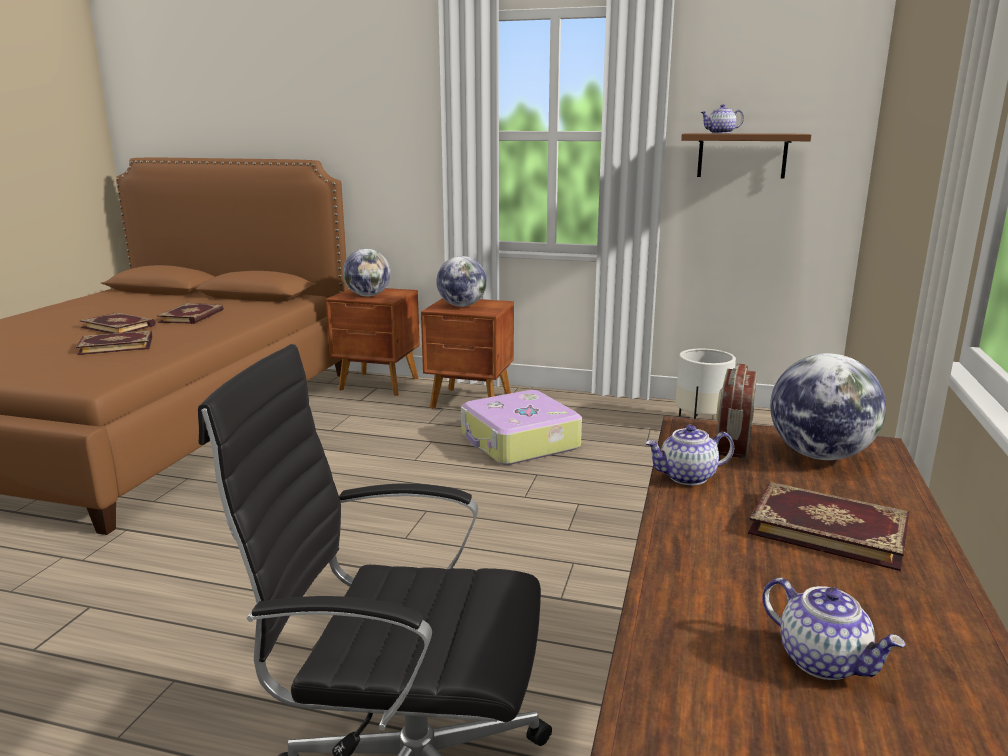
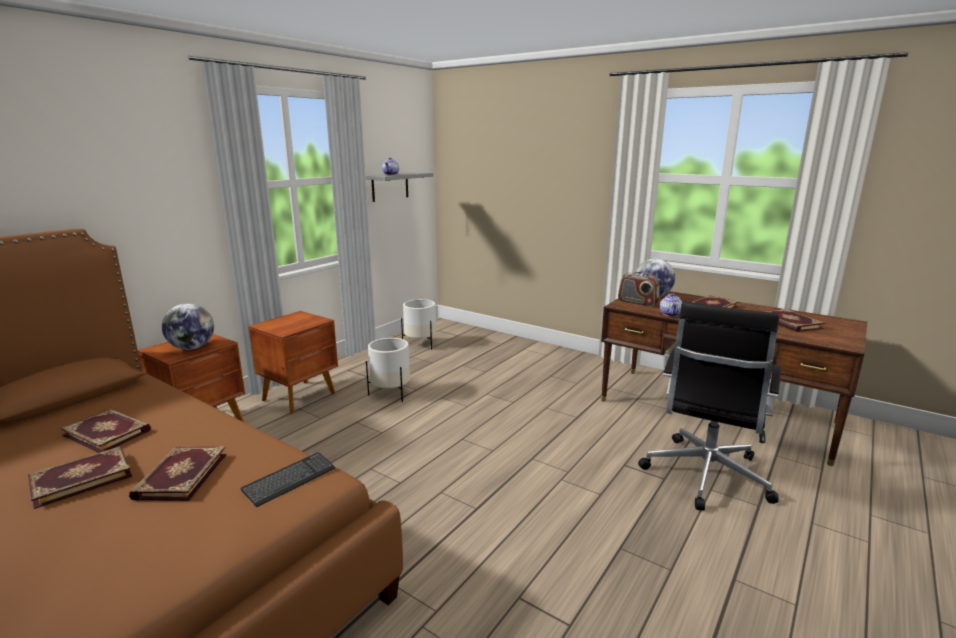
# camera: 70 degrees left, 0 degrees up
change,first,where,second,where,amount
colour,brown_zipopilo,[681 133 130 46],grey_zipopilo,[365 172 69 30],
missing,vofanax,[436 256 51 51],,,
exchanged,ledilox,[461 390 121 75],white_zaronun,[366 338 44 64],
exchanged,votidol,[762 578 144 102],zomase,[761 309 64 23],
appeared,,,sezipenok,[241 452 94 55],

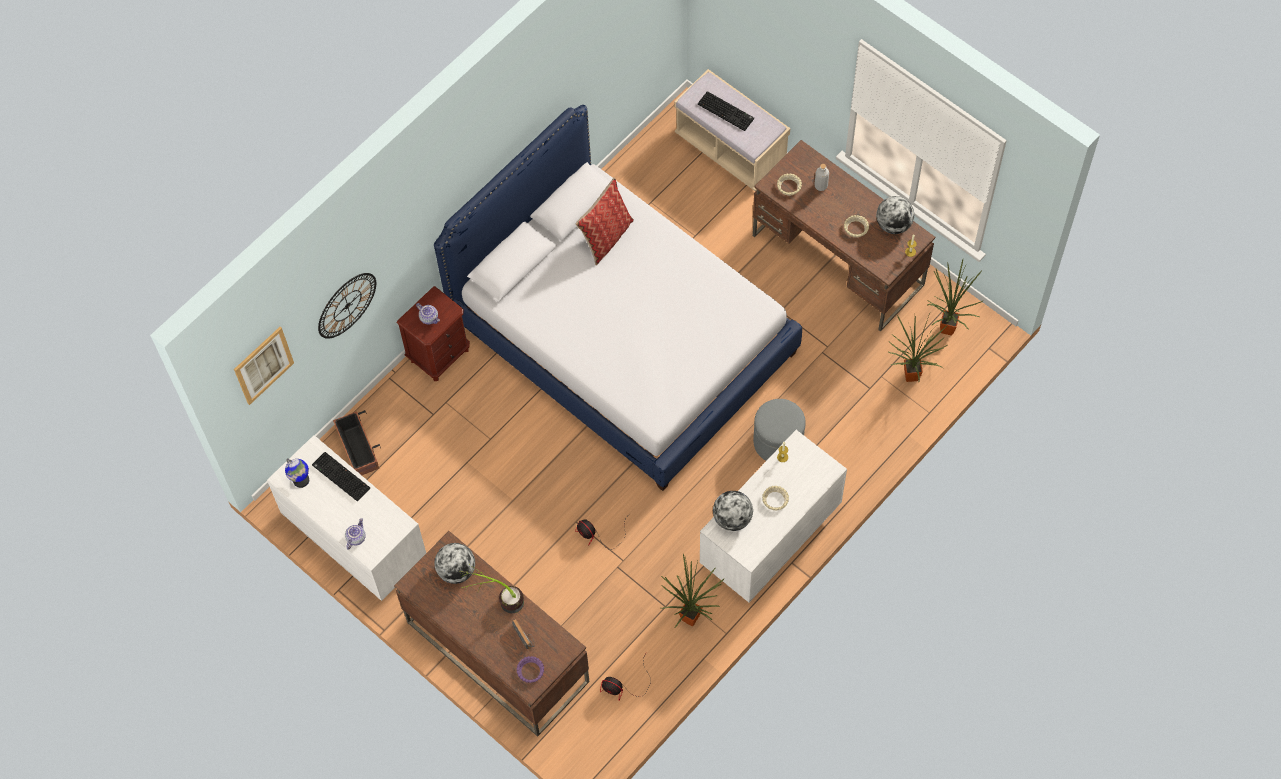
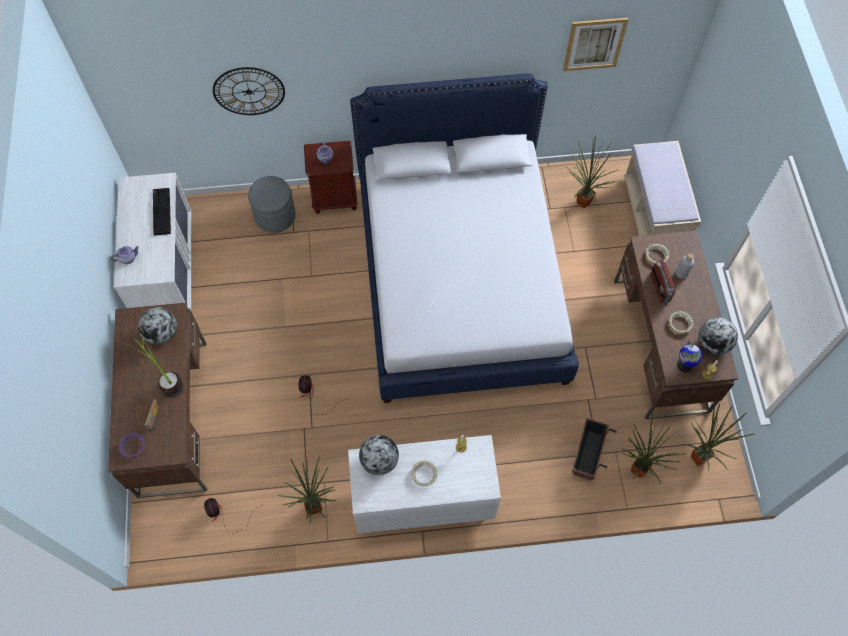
# camera: 40 degrees right, 0 degrees up
change,first,where,second,where,amount
missing,sezipenok,[698 91 56 40],,,
missing,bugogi,[575 177 59 88],,,
relocated,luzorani,[234 327 60 78],,[563 18 66 53],
relocated,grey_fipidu,[753 399 53 62],,[248 176 48 57],
relocated,zaronun,[333 410 48 65],,[572 418 44 63],
relocated,vofanax,[285 459 24 29],,[677 341 25 31],
appeared,,,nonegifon,[567 134 51 75],
appeared,,,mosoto,[650 260 25 43],

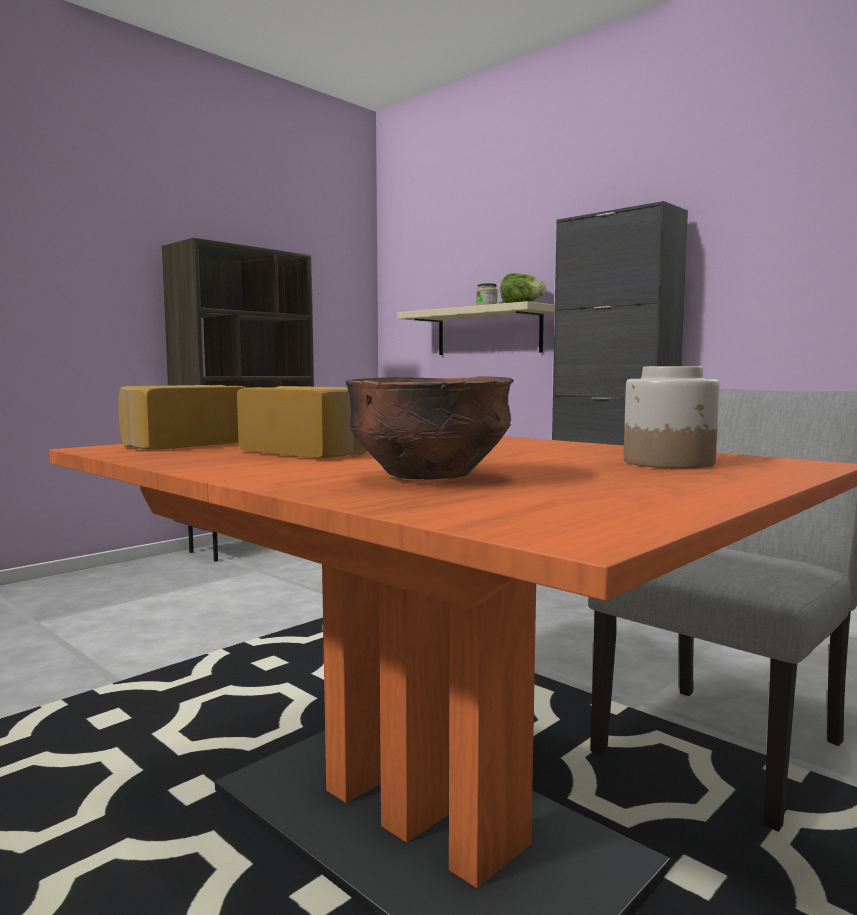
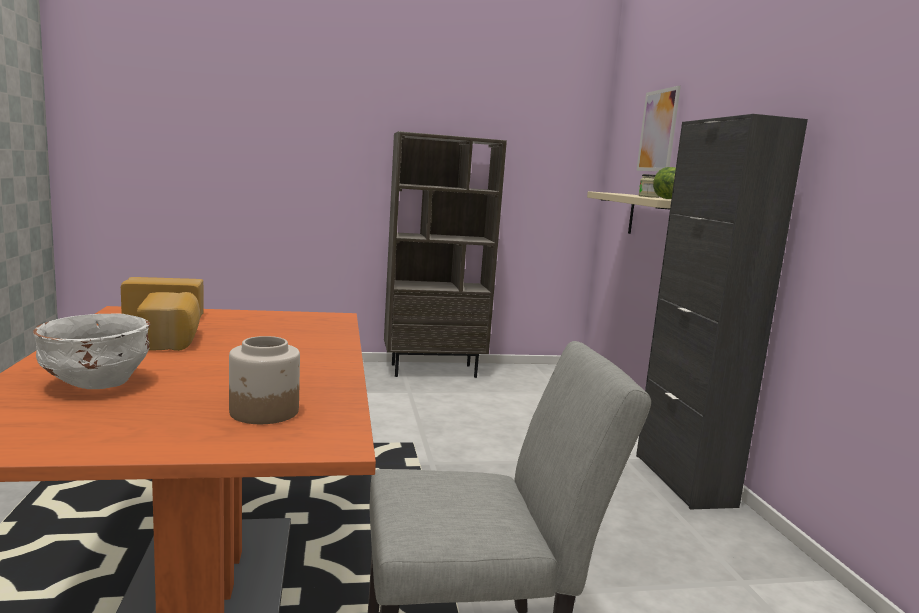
# camera: 35 degrees right, 5 degrees up
change,first,where,second,where,amount
colour,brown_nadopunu,[346 376 168 103],white_nadopunu,[33 314 117 75],
appeared,,,luzorani,[636 86 45 85],

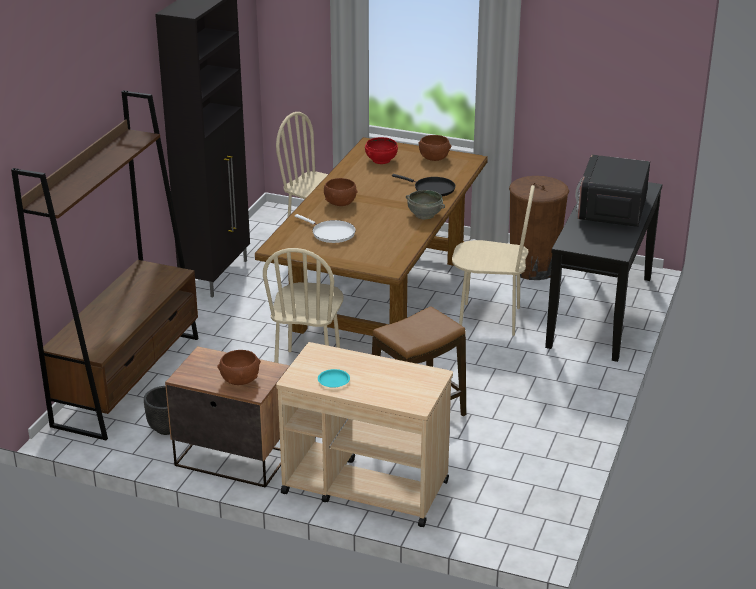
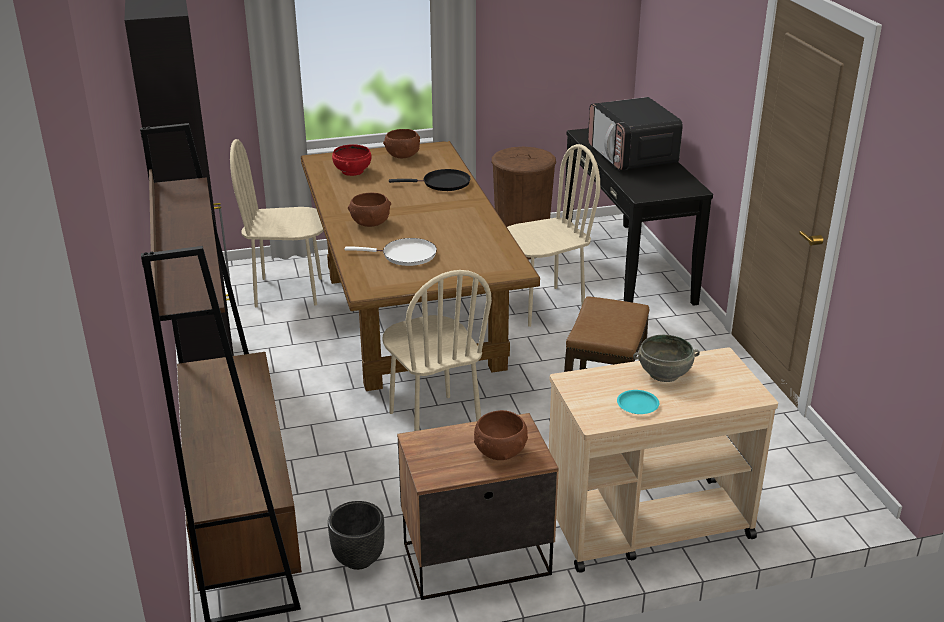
# camera: 35 degrees left, 0 degrees up
change,first,where,second,where,amount
relocated,grey_nadopunu,[406 190 39 29],,[633 335 67 47],

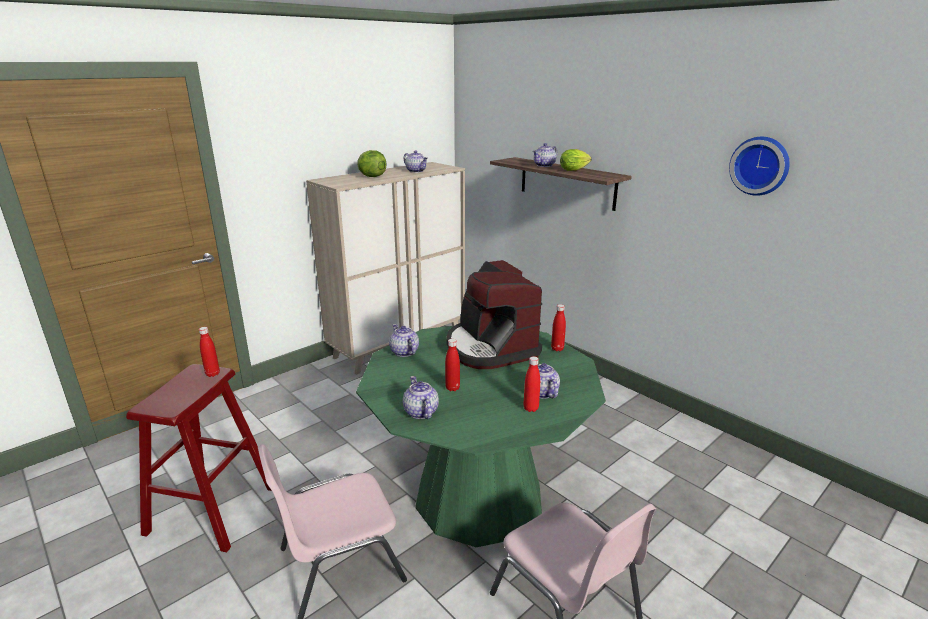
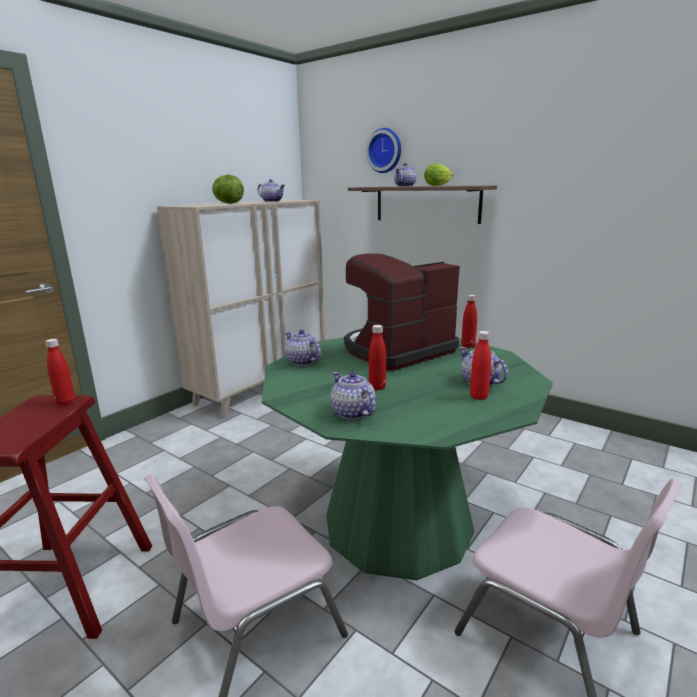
# camera: 10 degrees left, 5 degrees down
change,first,where,second,where,amount
relocated,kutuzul,[729 137 61 59],,[366 128 35 45],
spun,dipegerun,[447 260 95 109],,[344 254 116 116],90 degrees clockwise

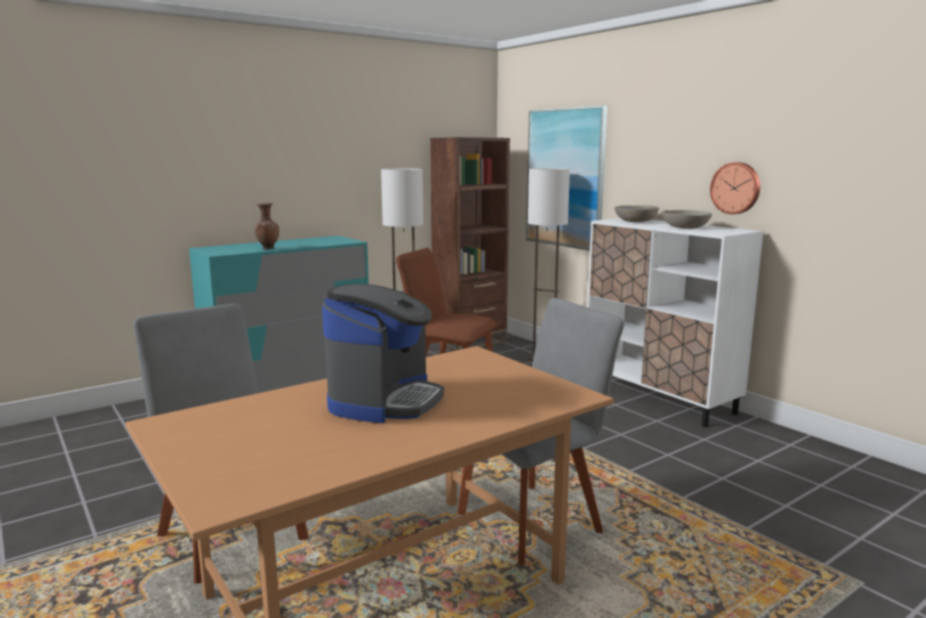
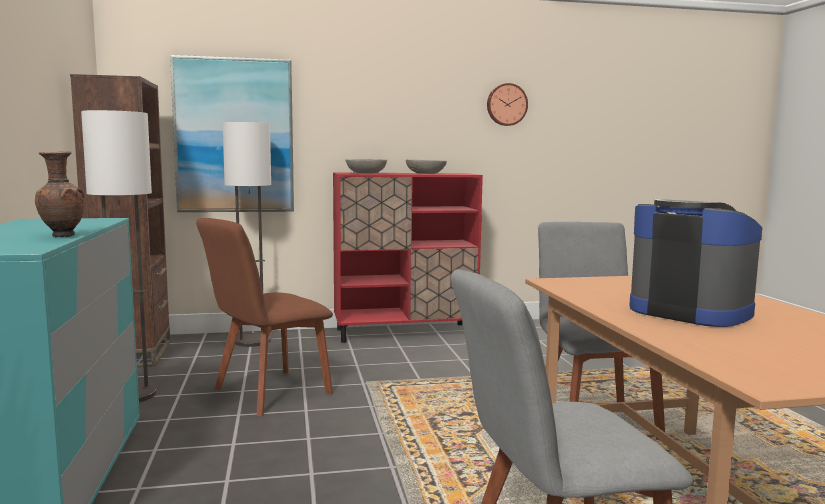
# camera: 65 degrees left, 5 degrees down
change,first,where,second,where,amount
relocated,kutuzul,[710 162 50 52],,[487 83 41 43],
colour,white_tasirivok,[587 218 176 209],red_tasirivok,[333 173 150 170],

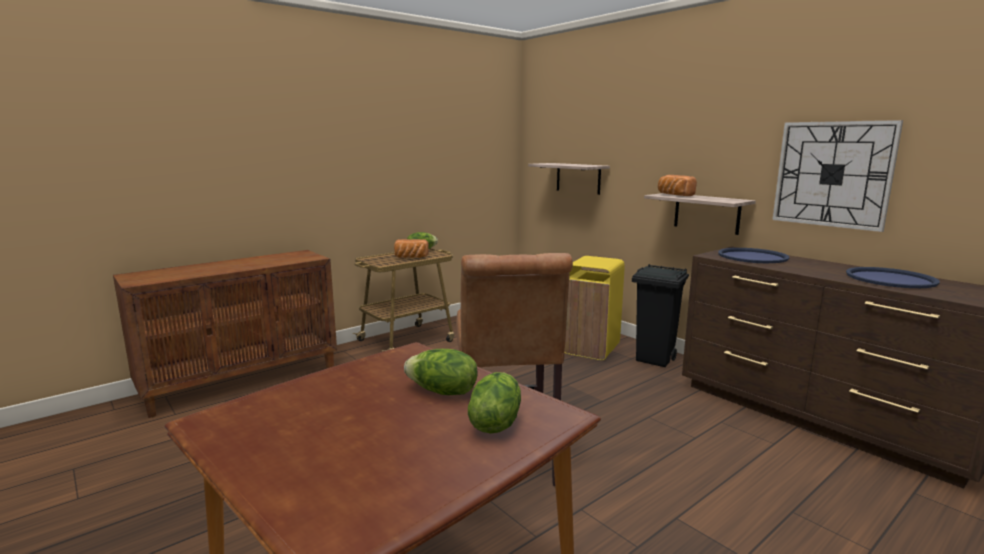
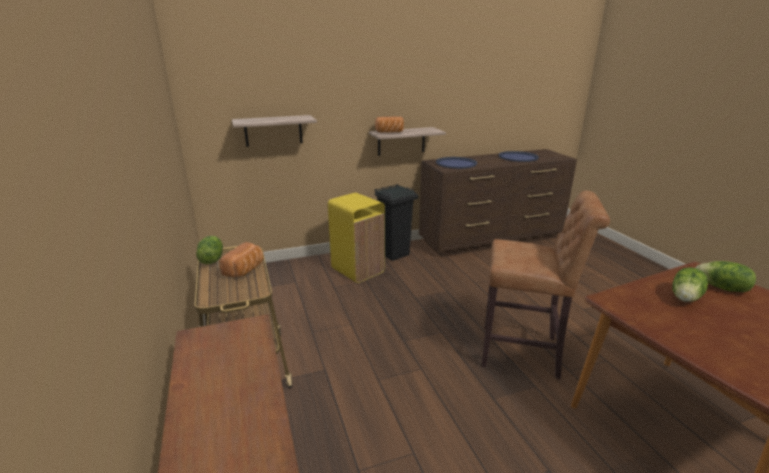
# camera: 70 degrees left, 10 degrees up
change,first,where,second,where,amount
missing,kutuzul,[772 120 131 112],,,

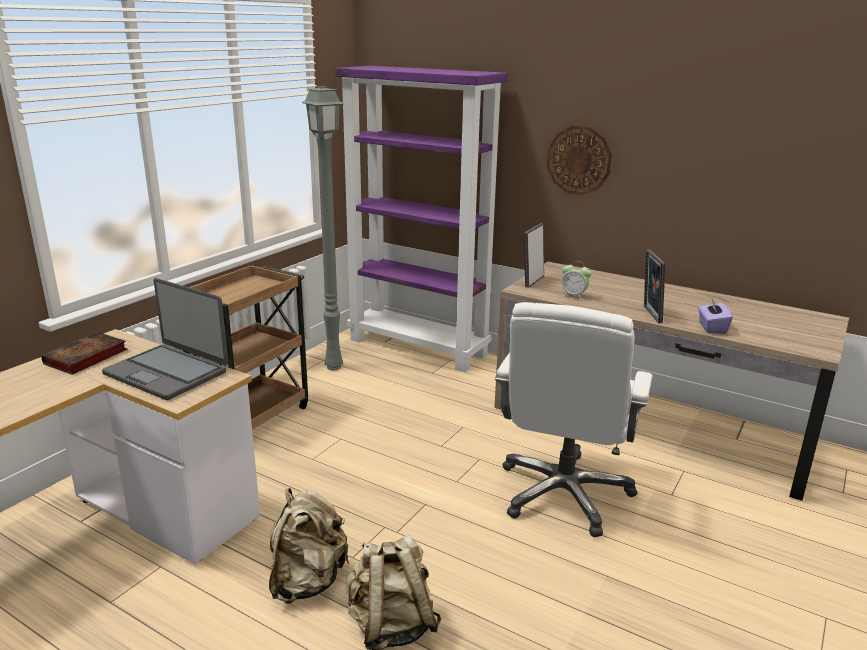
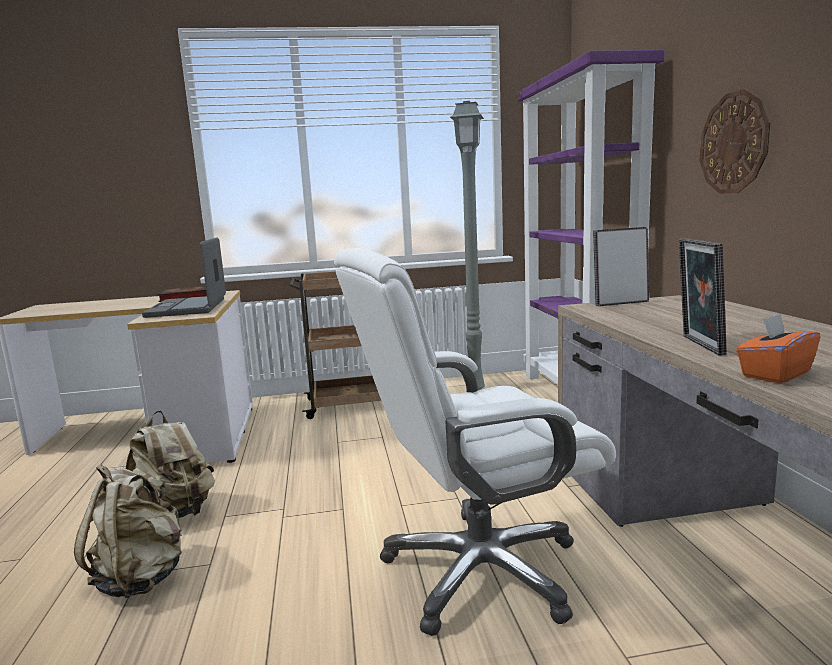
# camera: 50 degrees right, 10 degrees down
change,first,where,second,where,amount
spun,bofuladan,[644 249 21 74],,[679 238 48 117],45 degrees counterclockwise
missing,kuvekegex,[561 261 31 40],,,
colour,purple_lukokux,[698 299 35 35],orange_lukokux,[736 313 85 71],

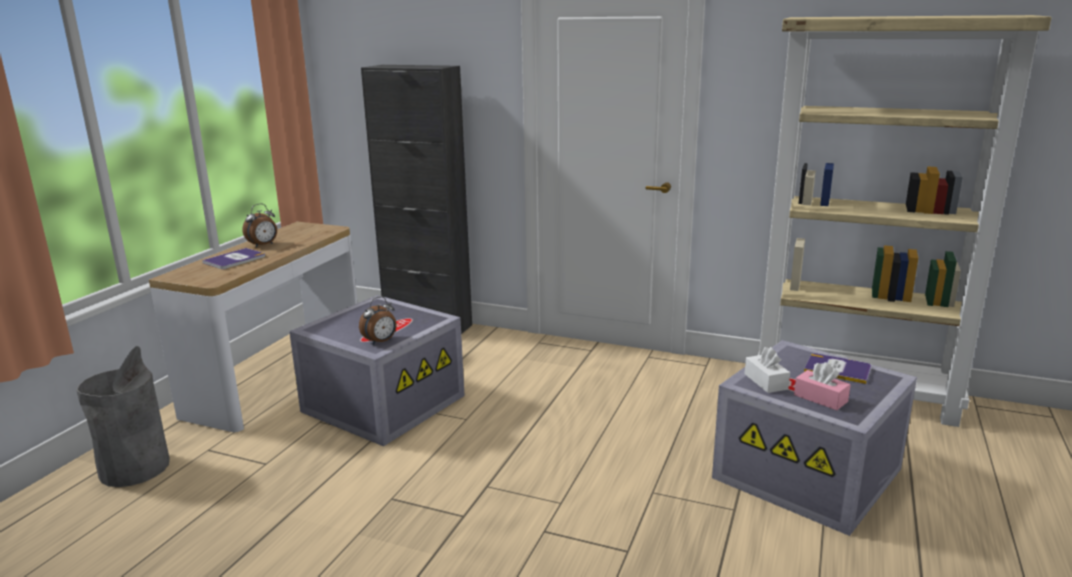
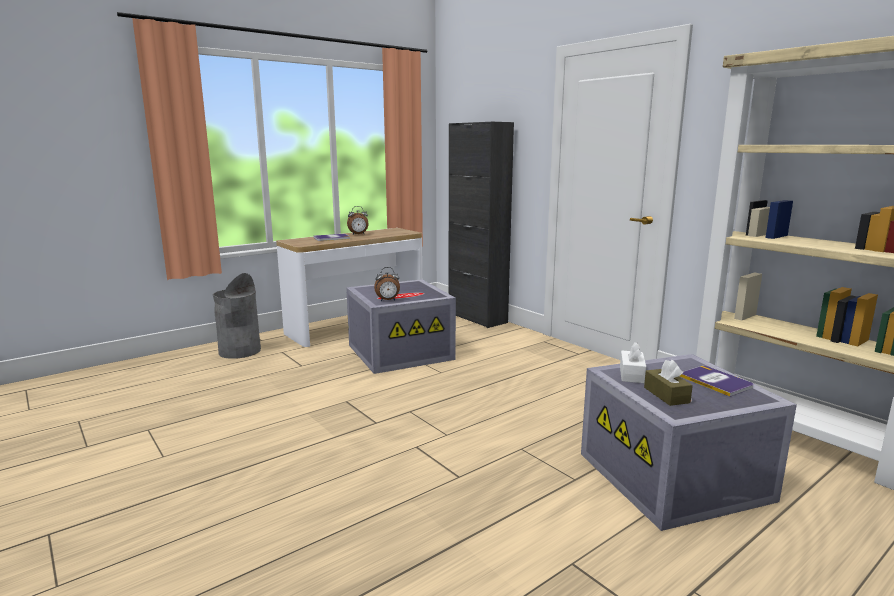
# camera: 30 degrees right, 5 degrees down
change,first,where,second,where,amount
colour,pink_lukokux,[794 362 57 48],brown_lukokux,[644 360 49 46],

